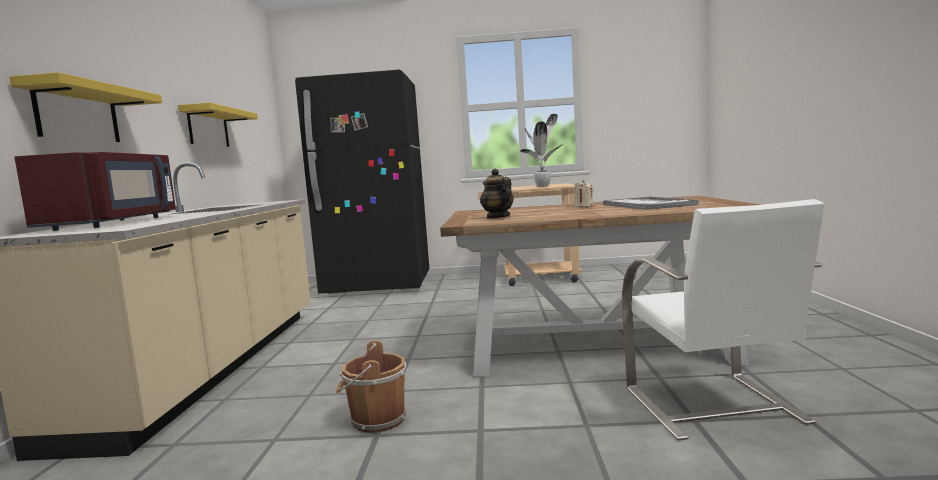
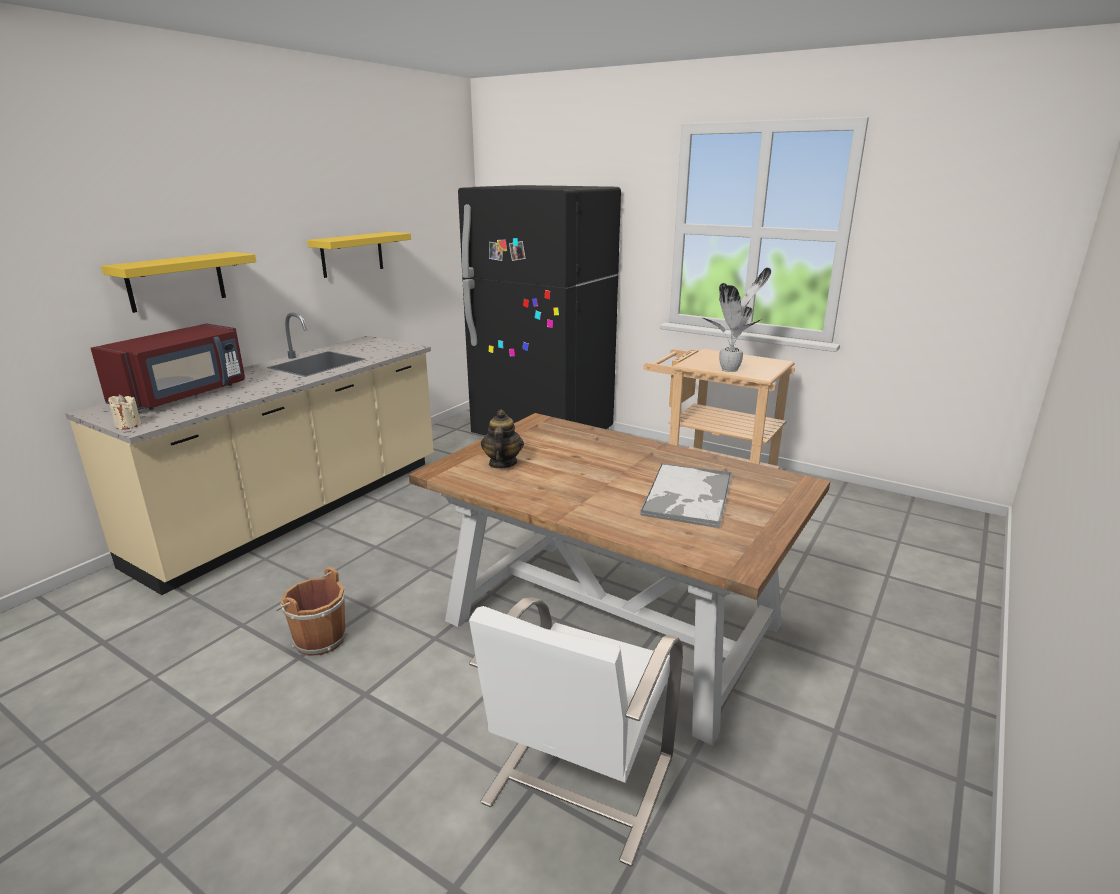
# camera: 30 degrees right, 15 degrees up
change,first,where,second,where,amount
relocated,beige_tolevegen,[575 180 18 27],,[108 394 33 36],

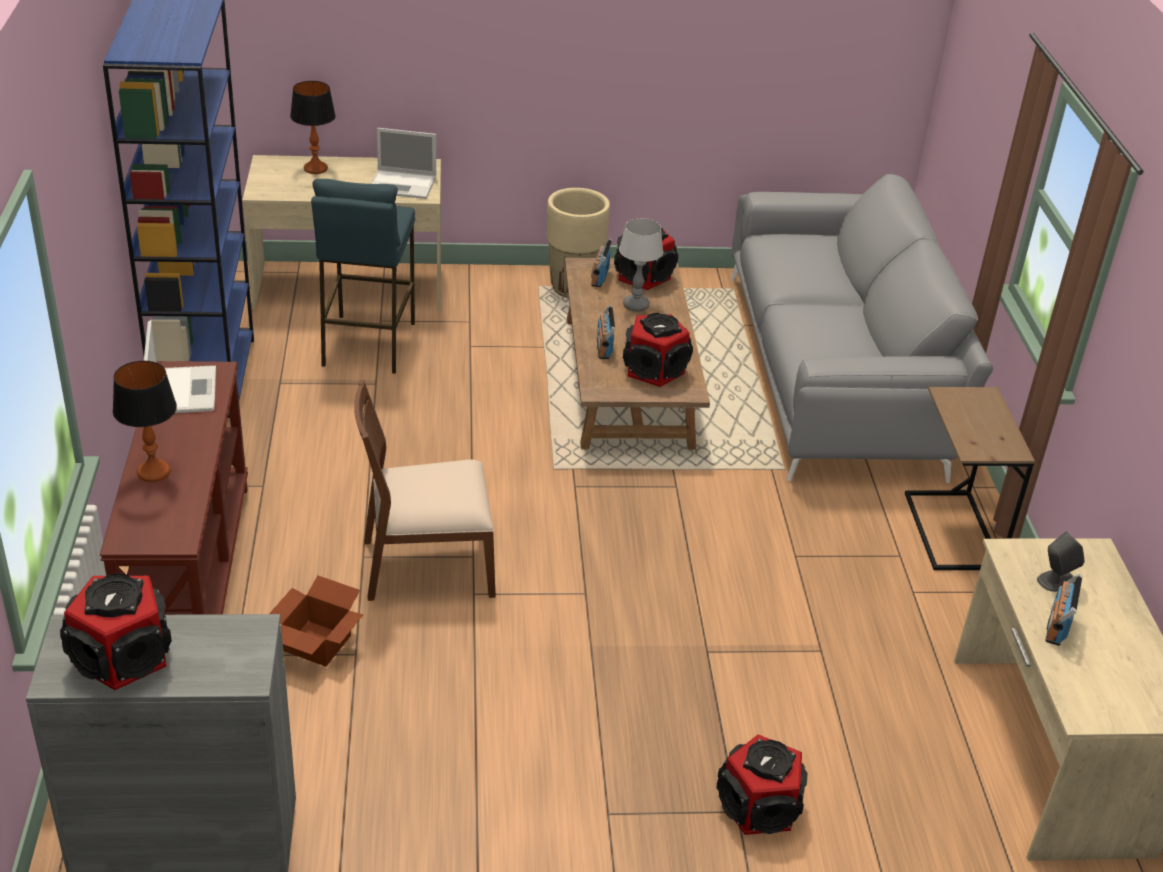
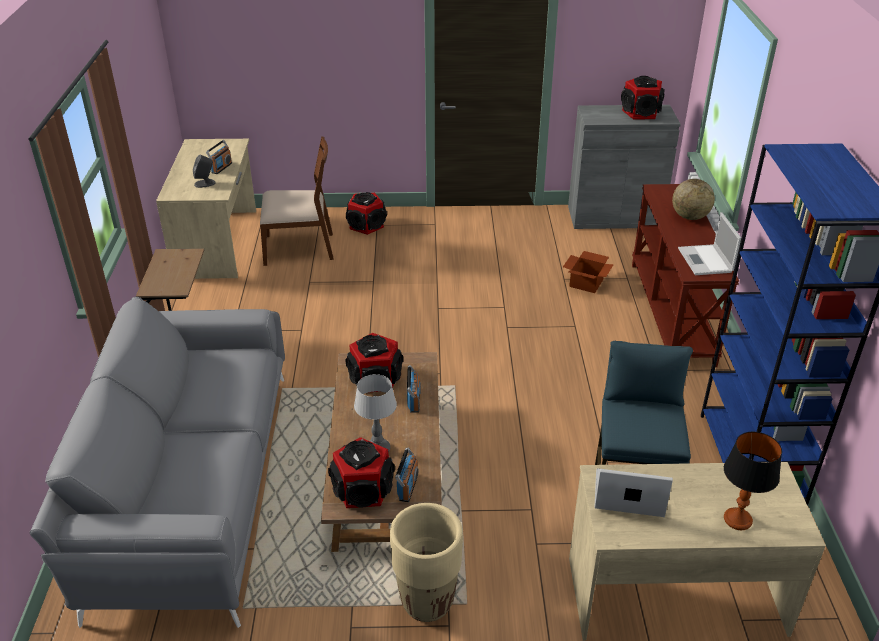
# camera: 175 degrees left, 0 degrees up
change,first,where,second,where,amount
exchanged,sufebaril,[112 361 65 121],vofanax,[672 179 43 41],
relocated,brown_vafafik,[354 380 142 221],,[260 136 74 130],

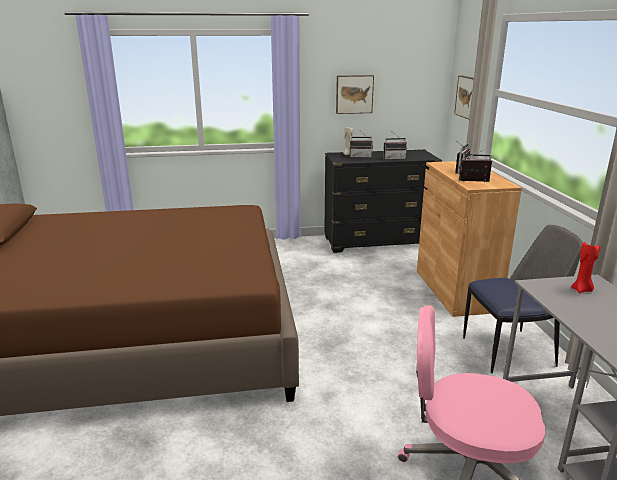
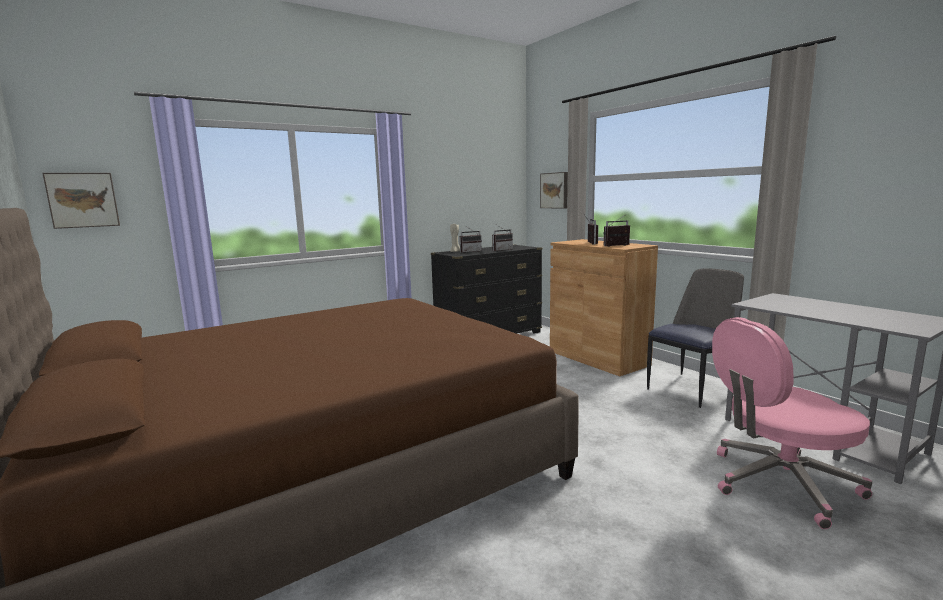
# camera: 25 degrees left, 10 degrees down
change,first,where,second,where,amount
relocated,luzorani,[336 75 38 39],,[42 173 78 56],
missing,red_tolevegen,[571 242 29 51],,,

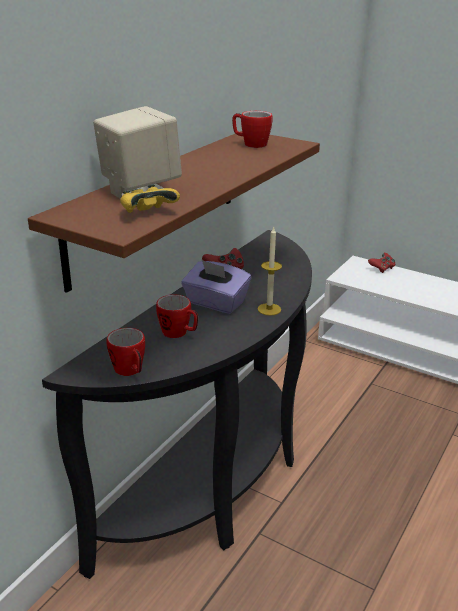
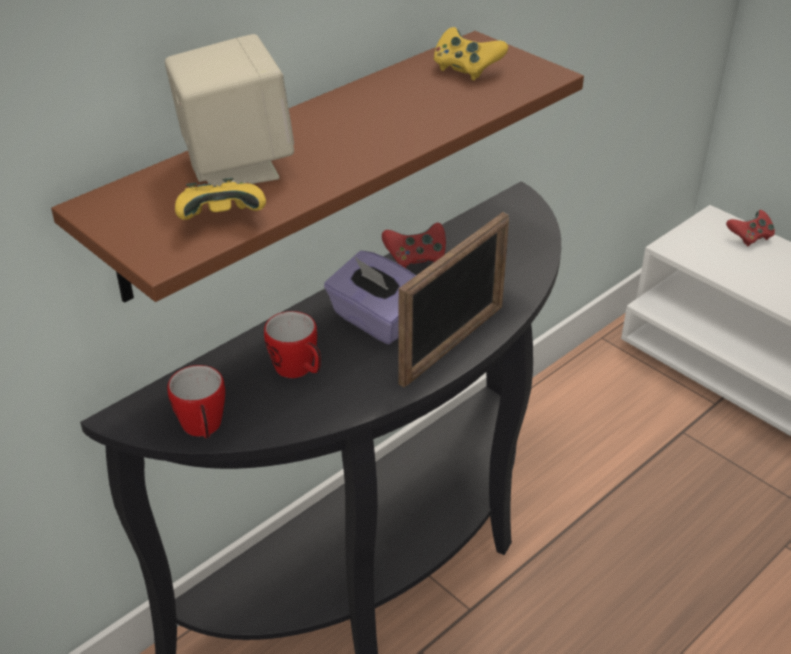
# camera: 15 degrees right, 10 degrees up
change,first,where,second,where,amount
exchanged,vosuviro,[232 111 41 37],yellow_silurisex,[434 27 74 54],
exchanged,tolevegen,[258 227 24 89],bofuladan,[398 212 111 175],

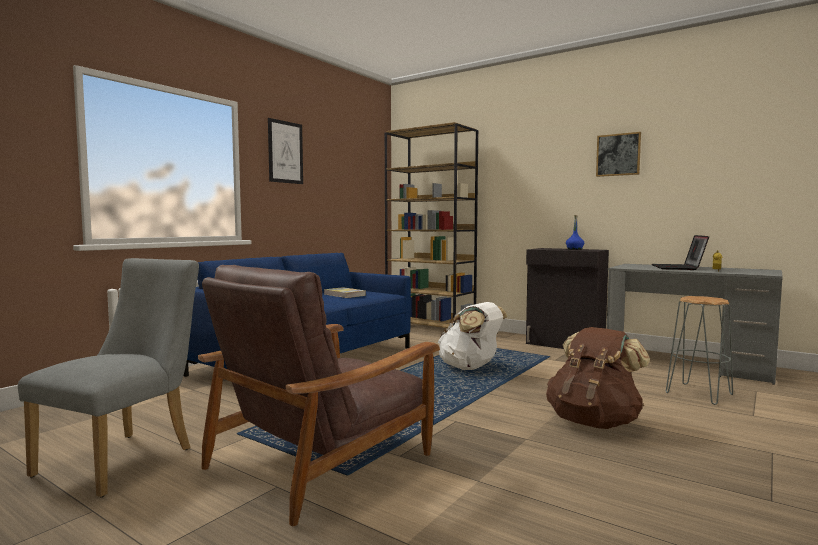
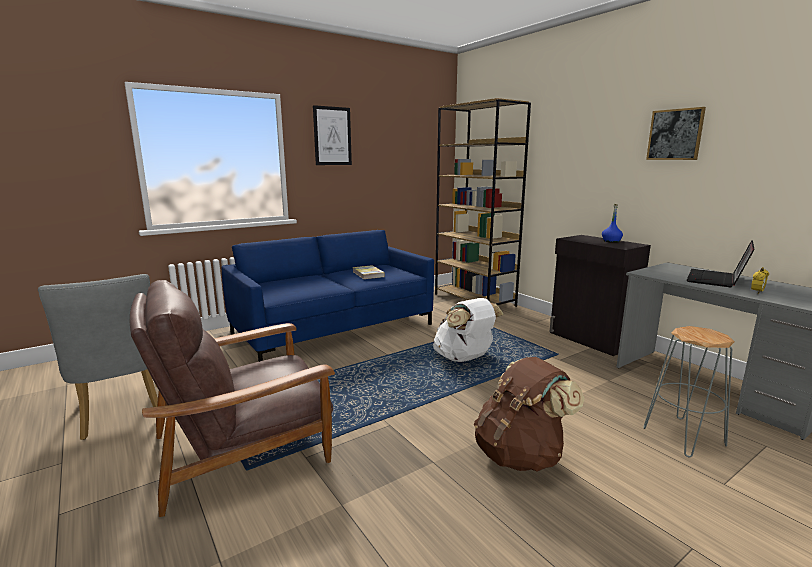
# camera: 20 degrees right, 10 degrees up
change,first,where,second,where,amount
spun,grey_vafafik,[18 258 181 239],,[38 274 120 166],105 degrees clockwise

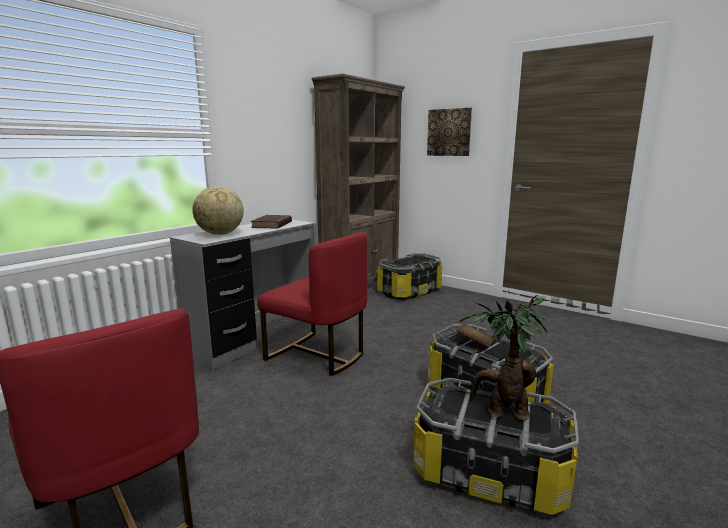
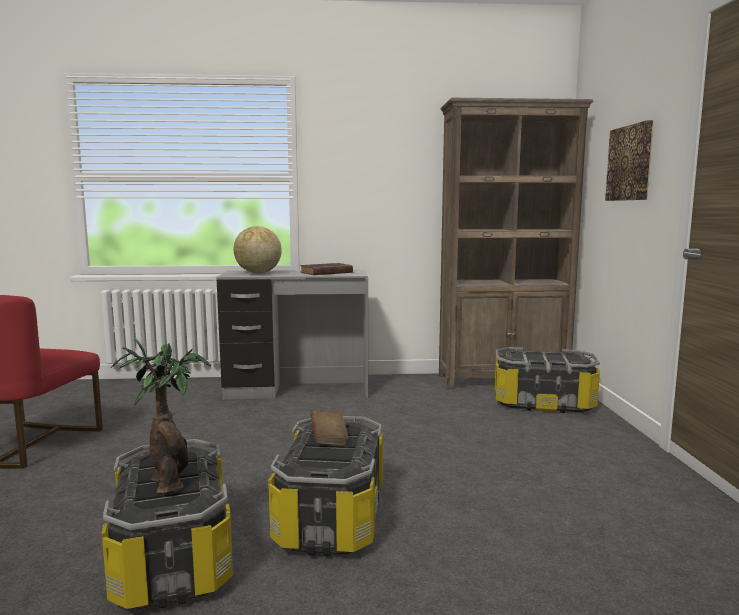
# camera: 50 degrees right, 5 degrees down
change,first,where,second,where,amount
missing,red_vafafik,[257 232 110 144],,,

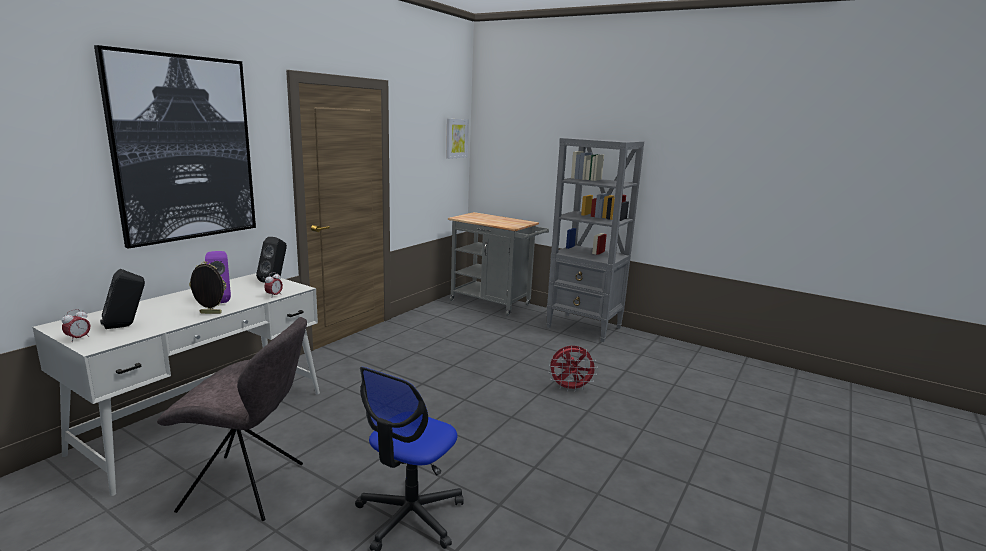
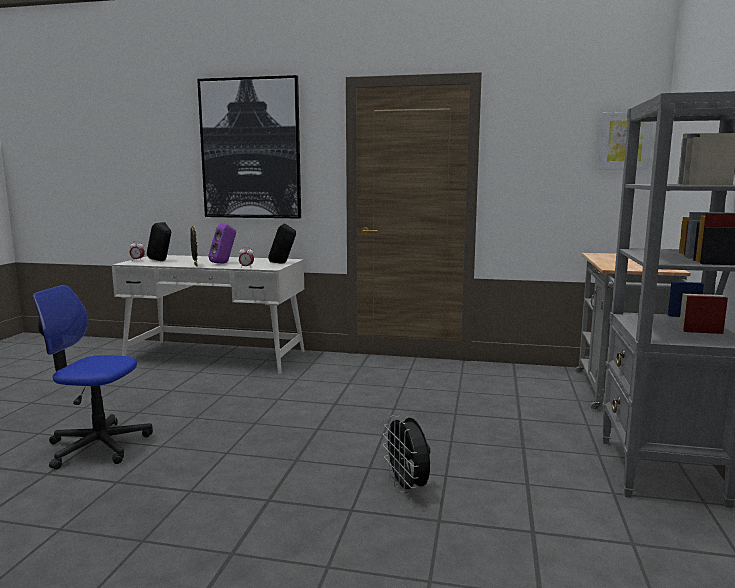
# camera: 70 degrees right, 5 degrees down
change,first,where,second,where,amount
missing,grey_vafafik,[157 317 150 204],,,
colour,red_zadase,[549 346 49 46],black_zadase,[383 415 47 80],

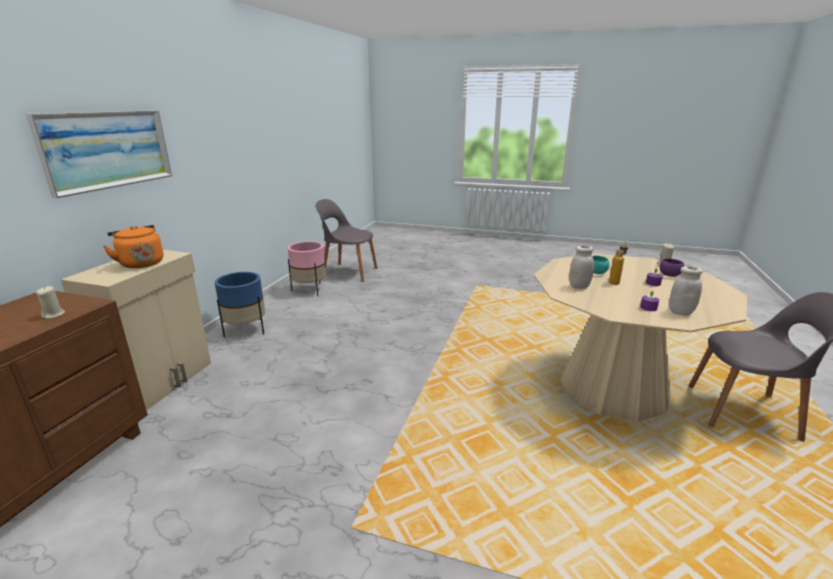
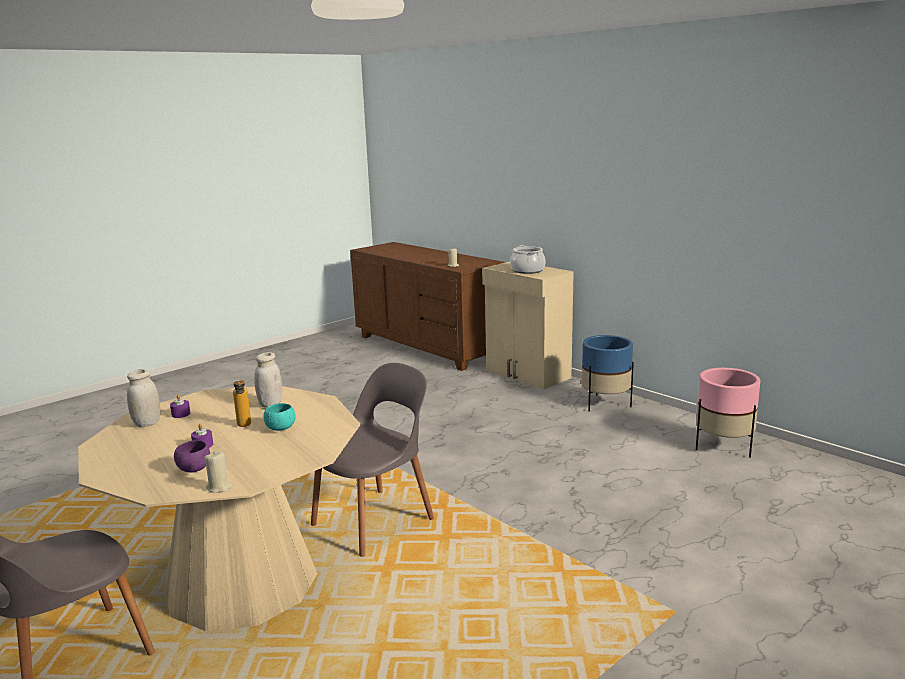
# camera: 120 degrees right, 5 degrees down
change,first,where,second,where,amount
missing,luzorani,[26 110 146 88],,,
relocated,grey_vafafik,[315 199 62 83],,[311 363 123 194],
exchanged,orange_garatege,[103 225 60 43],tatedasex,[510 245 35 29],

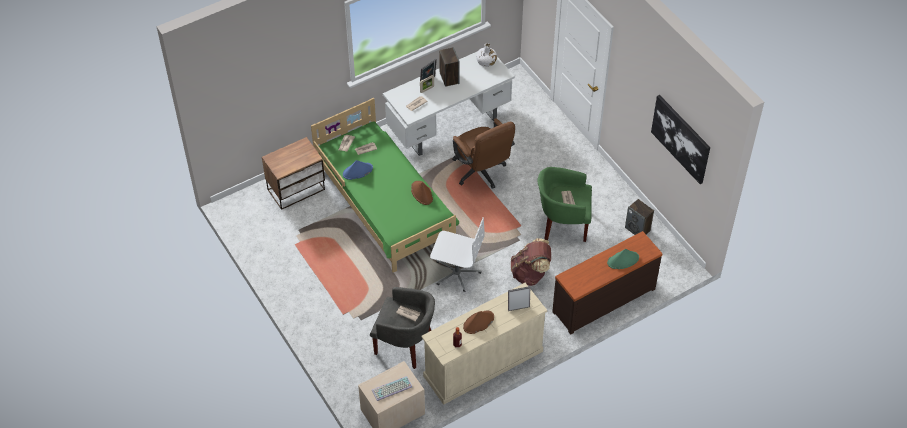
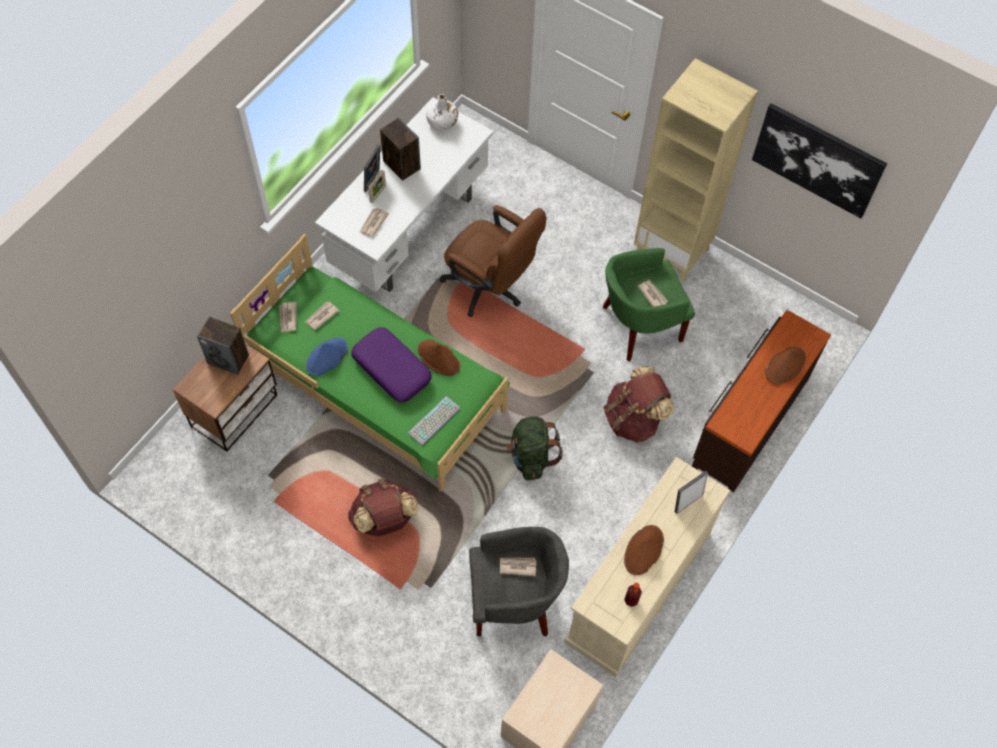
# camera: 25 degrees left, 10 degrees up
change,first,where,second,where,amount
relocated,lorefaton,[625 199 29 36],,[197 317 52 58],
exchanged,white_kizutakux,[430 217 55 75],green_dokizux,[507 416 56 65],
colour,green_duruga,[607 249 32 20],brown_duruga,[765 347 41 37],
relocated,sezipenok,[372 376 40 25],,[408 396 52 50],
appeared,,,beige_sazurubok,[634 58 124 224],
appeared,,,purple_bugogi,[351 327 81 76],
appeared,,,brown_dokizux,[348 479 70 57],

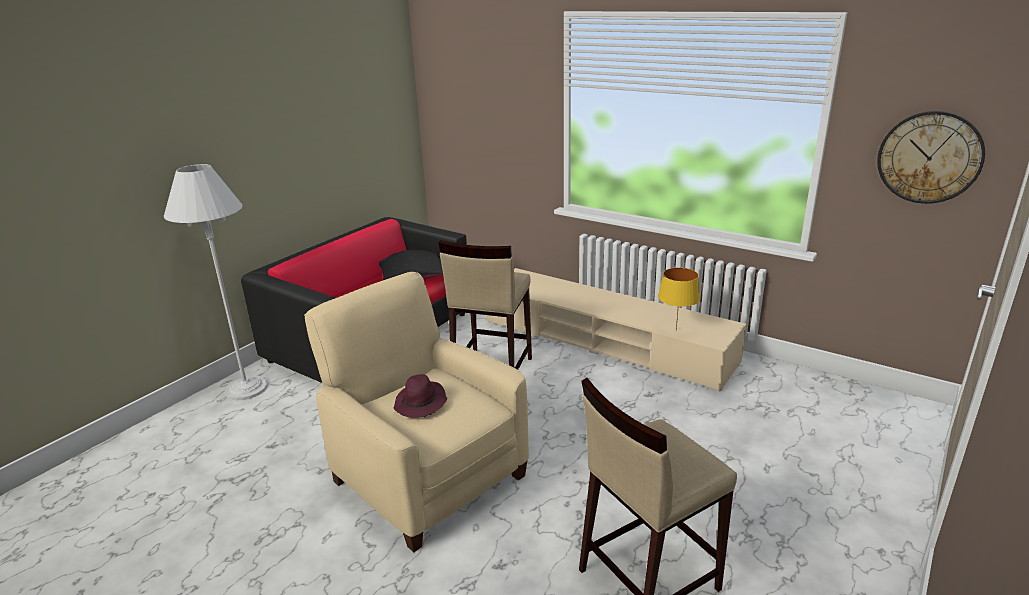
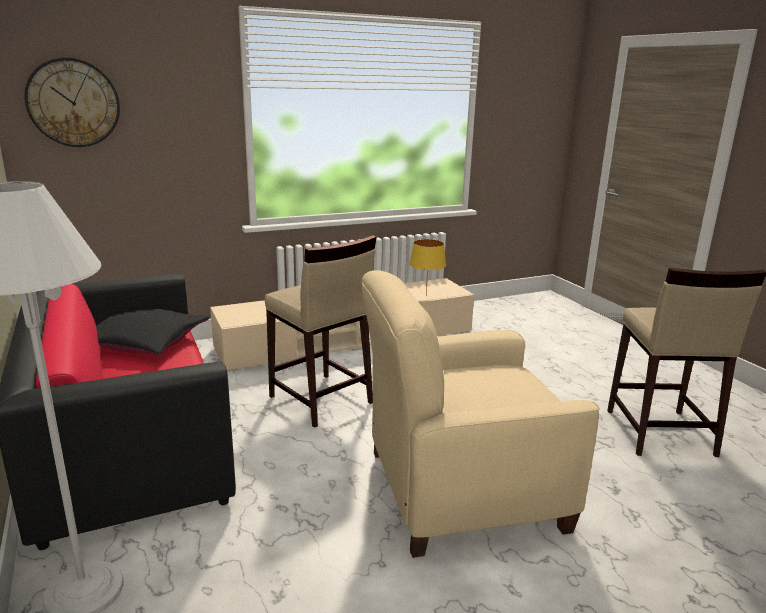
# camera: 60 degrees left, 5 degrees down
change,first,where,second,where,amount
relocated,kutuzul,[877 111 108 93],,[24 58 96 89],
missing,purple_duruga,[394 374 53 44],,,

